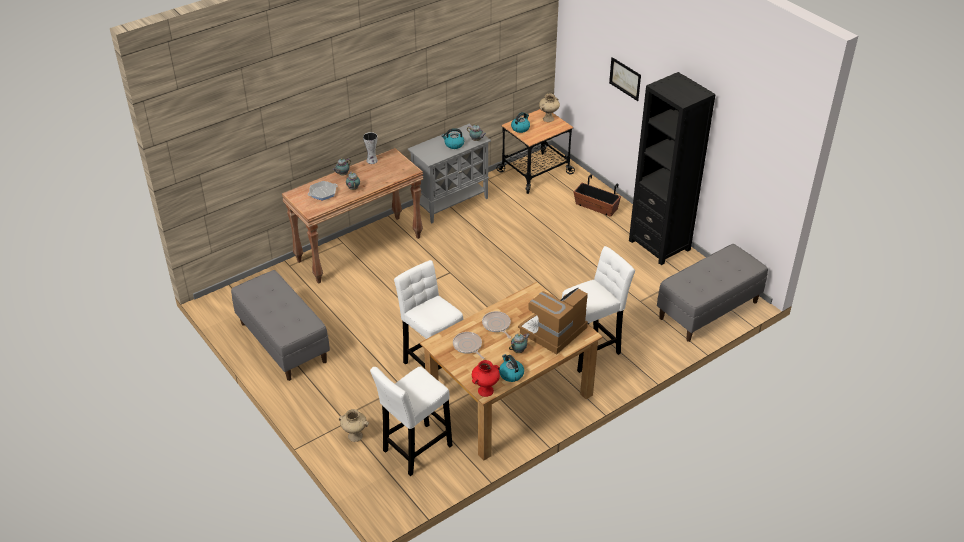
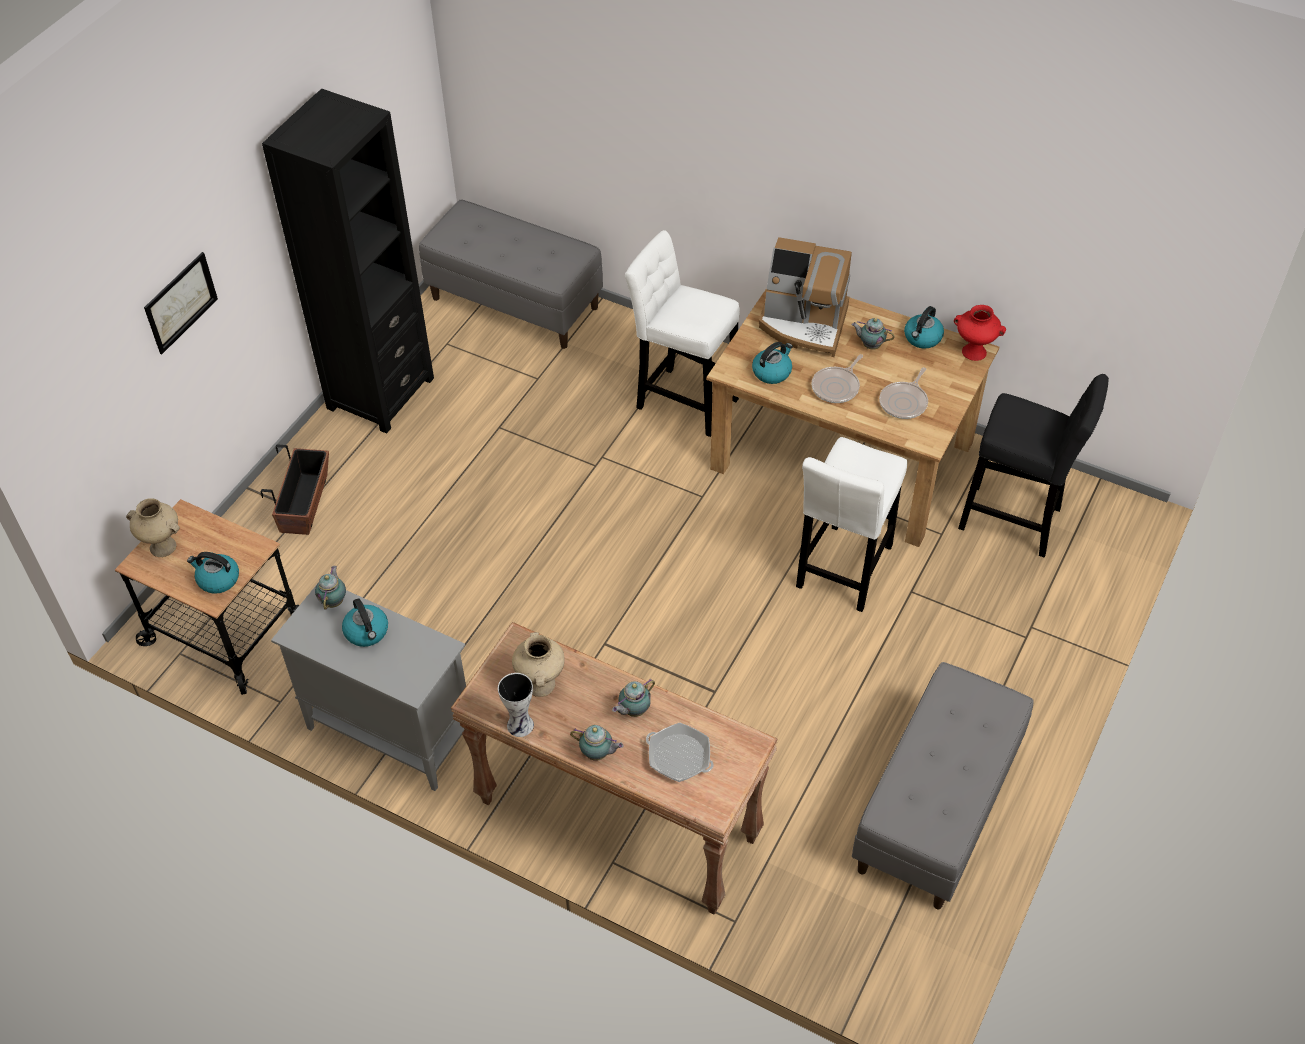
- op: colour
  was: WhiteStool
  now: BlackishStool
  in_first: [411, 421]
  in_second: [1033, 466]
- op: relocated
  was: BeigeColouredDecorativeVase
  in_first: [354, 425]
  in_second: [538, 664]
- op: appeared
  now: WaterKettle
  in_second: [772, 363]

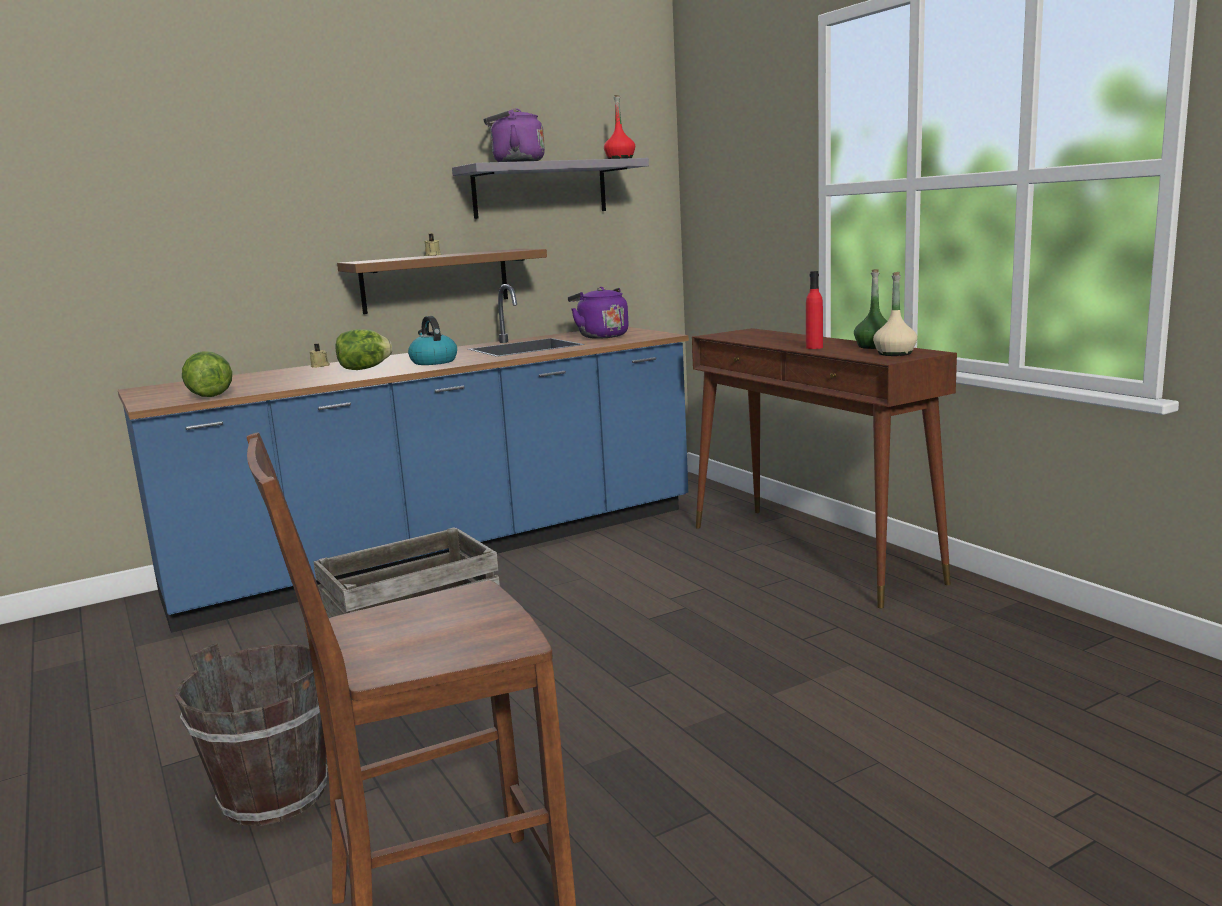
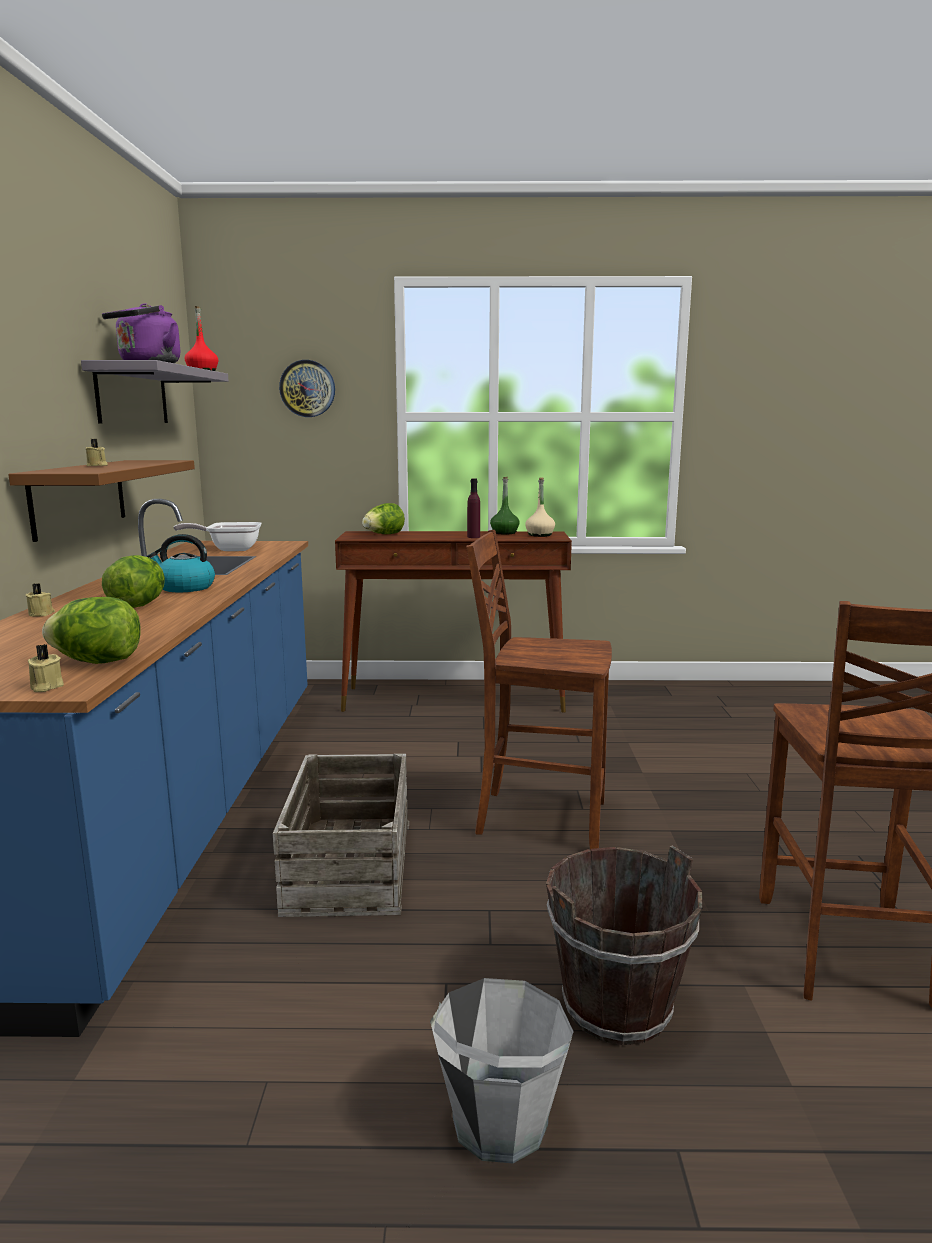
- op: colour
  was: RedColouredBottle
  now: PurplishBottle
  in_first: [814, 310]
  in_second: [473, 508]
- op: exchanged
  was: PurplishWaterKettle
  now: FryingPan
  in_first: [598, 313]
  in_second: [218, 536]
- op: appeared
  now: WallClock
  in_second: [307, 388]
- op: appeared
  now: LettuceHead
  in_second: [383, 518]
- op: appeared
  now: BrownishChair
  in_second: [539, 690]
- op: appeared
  now: BeigeColouredWaxCandle
  in_second: [46, 668]
- op: appeared
  now: GreyBucket
  in_second: [502, 1070]

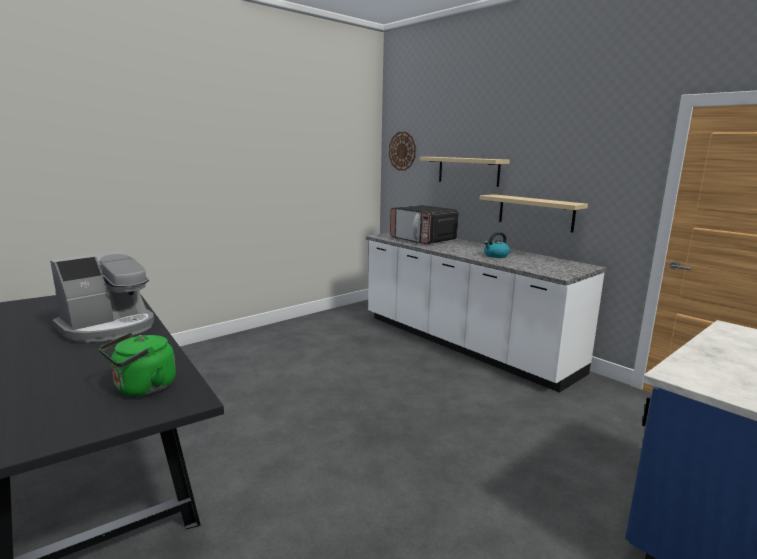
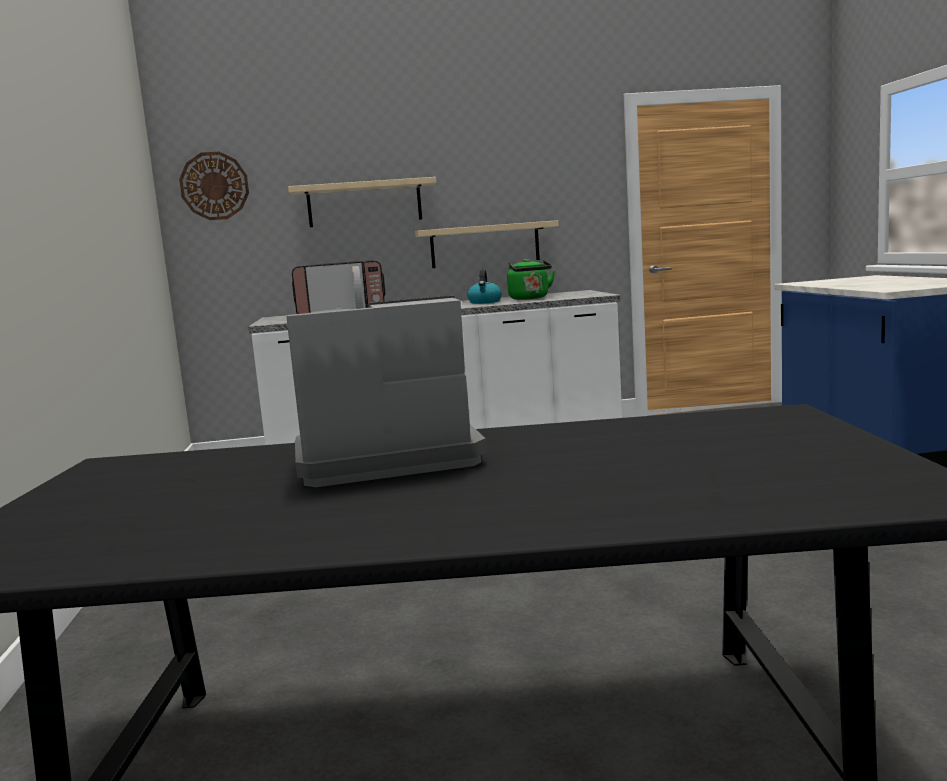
- op: spun
  was: CoffeeBrewer
  in_first: [102, 296]
  in_second: [386, 391]
  clockwise: -90
- op: relocated
  was: GreenishWaterKettle
  in_first: [137, 364]
  in_second: [531, 279]

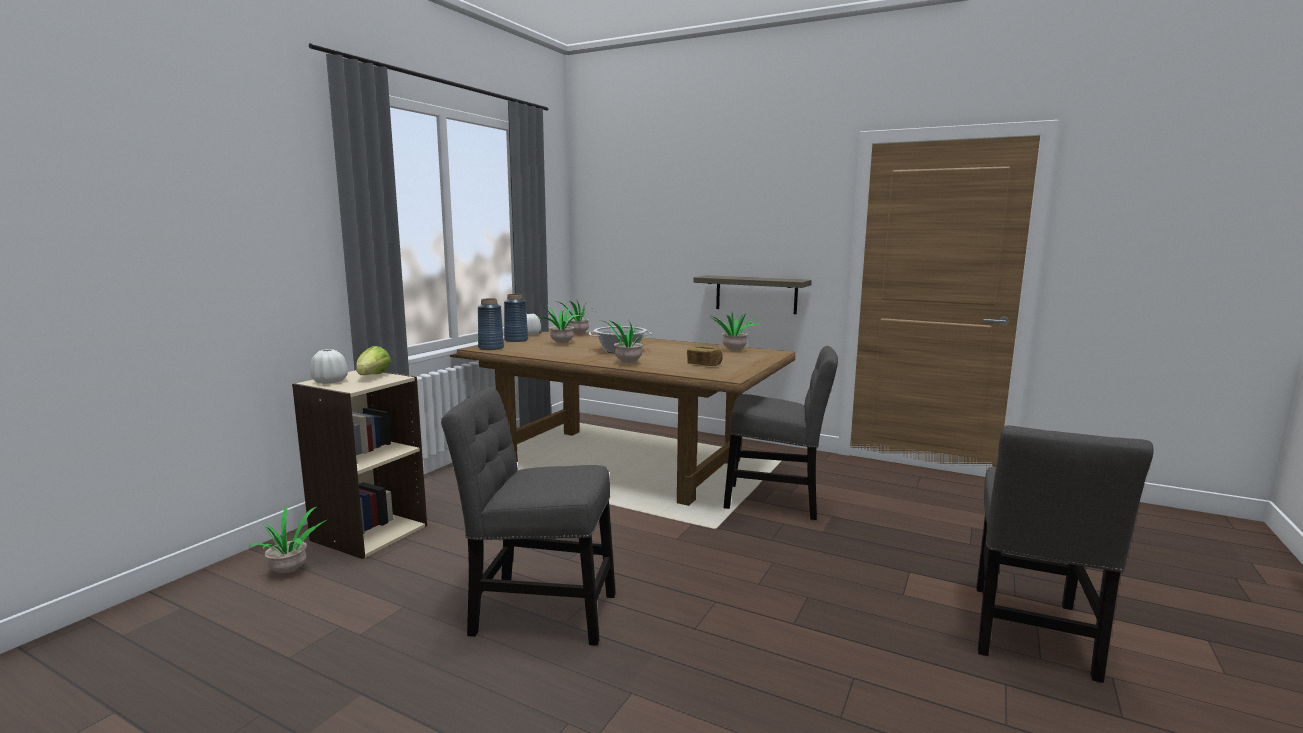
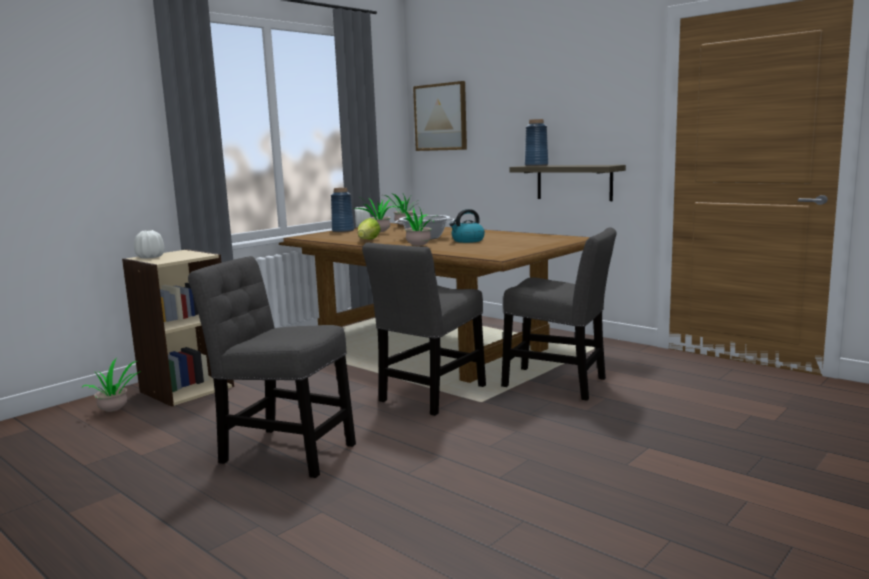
- op: relocated
  was: BluishDecorativeVase
  in_first: [491, 324]
  in_second: [536, 142]
- op: missing
  was: PlantInAPot
  in_first: [736, 331]
- op: missing
  was: Bread
  in_first: [705, 355]
- op: relocated
  was: LettuceHead
  in_first: [373, 360]
  in_second: [369, 229]
- op: relocated
  was: GreyChair
  in_first: [1065, 554]
  in_second: [424, 329]
- op: appeared
  now: WallArt
  in_second: [440, 116]
- op: appeared
  now: WaterKettle
  in_second: [467, 226]

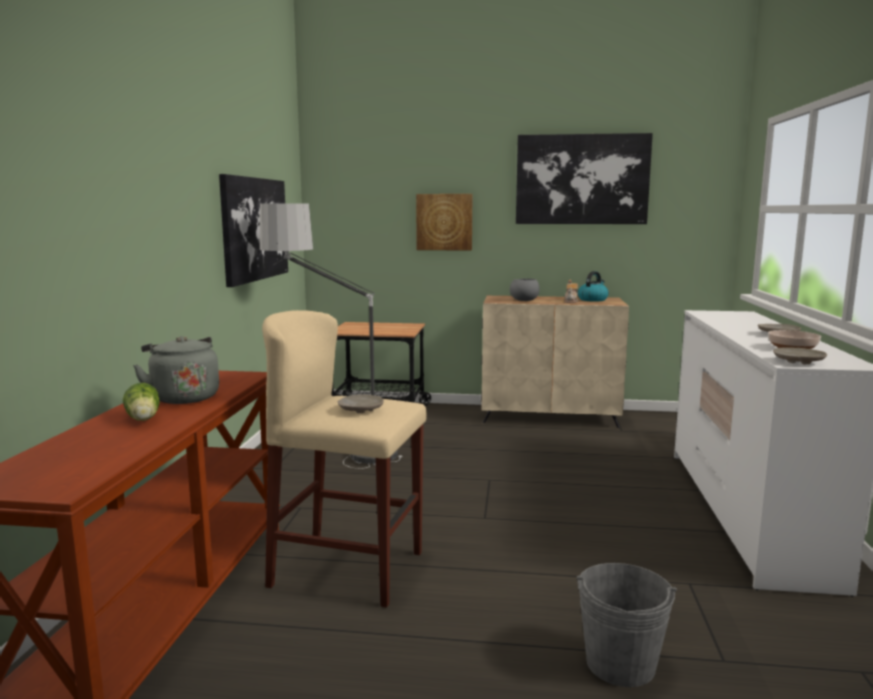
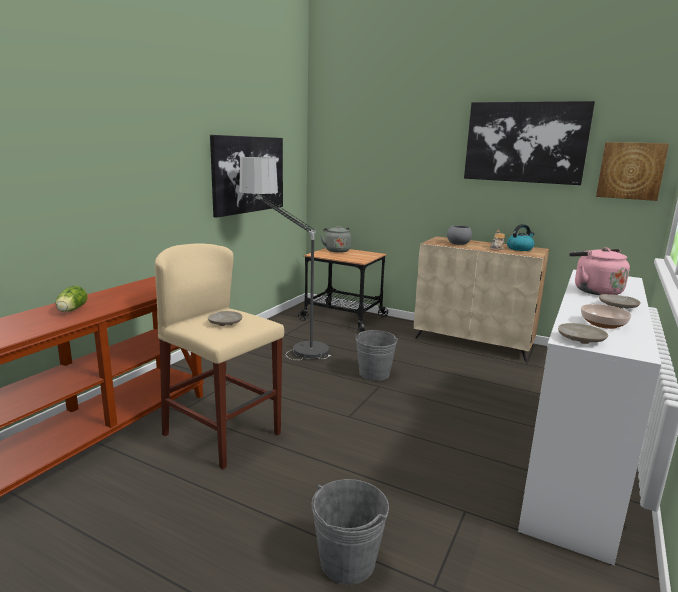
- op: relocated
  was: WallArt
  in_first: [444, 222]
  in_second: [632, 171]
- op: relocated
  was: GreyWaterKettle
  in_first: [176, 370]
  in_second: [335, 239]
- op: appeared
  now: PinkishWaterKettle
  in_second: [599, 271]
- op: appeared
  now: GreyBucket
  in_second: [376, 355]

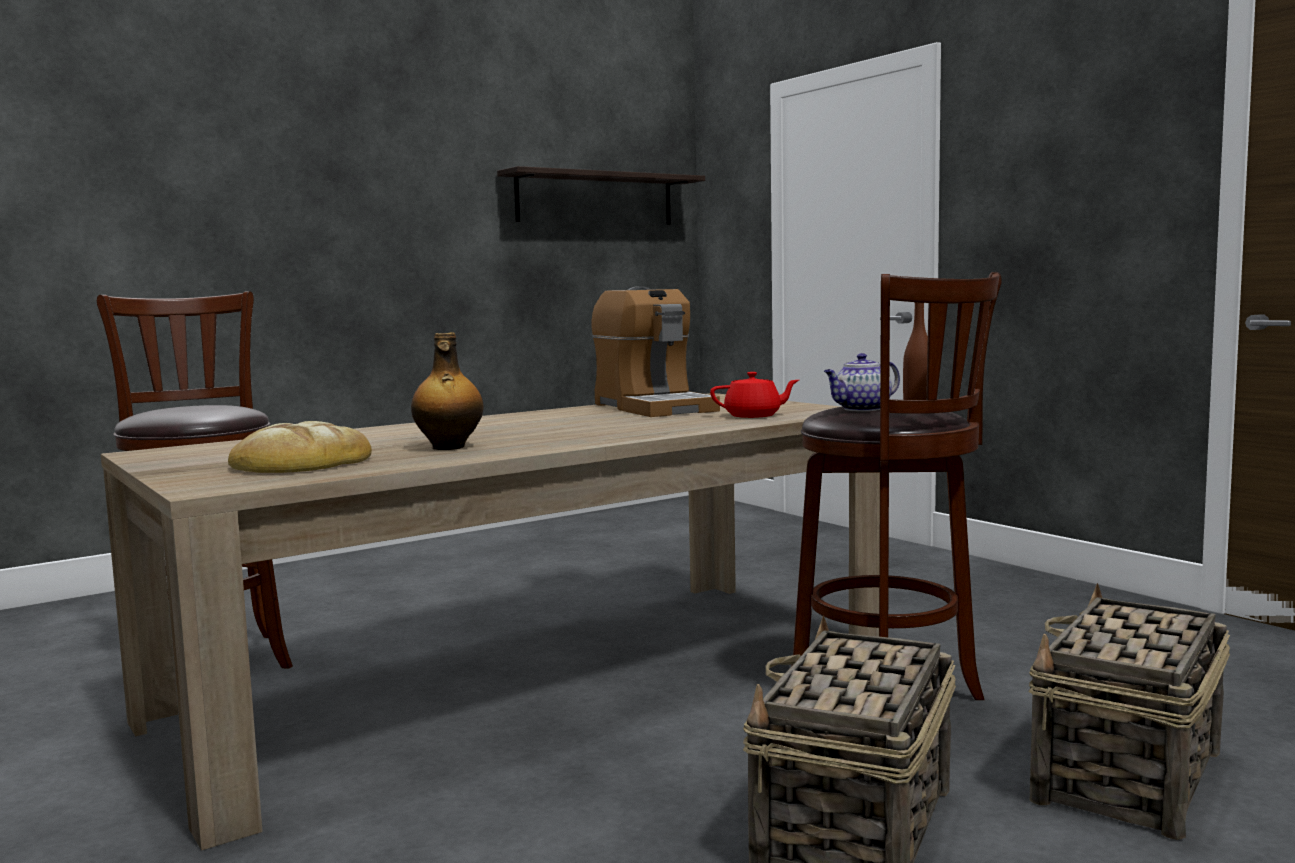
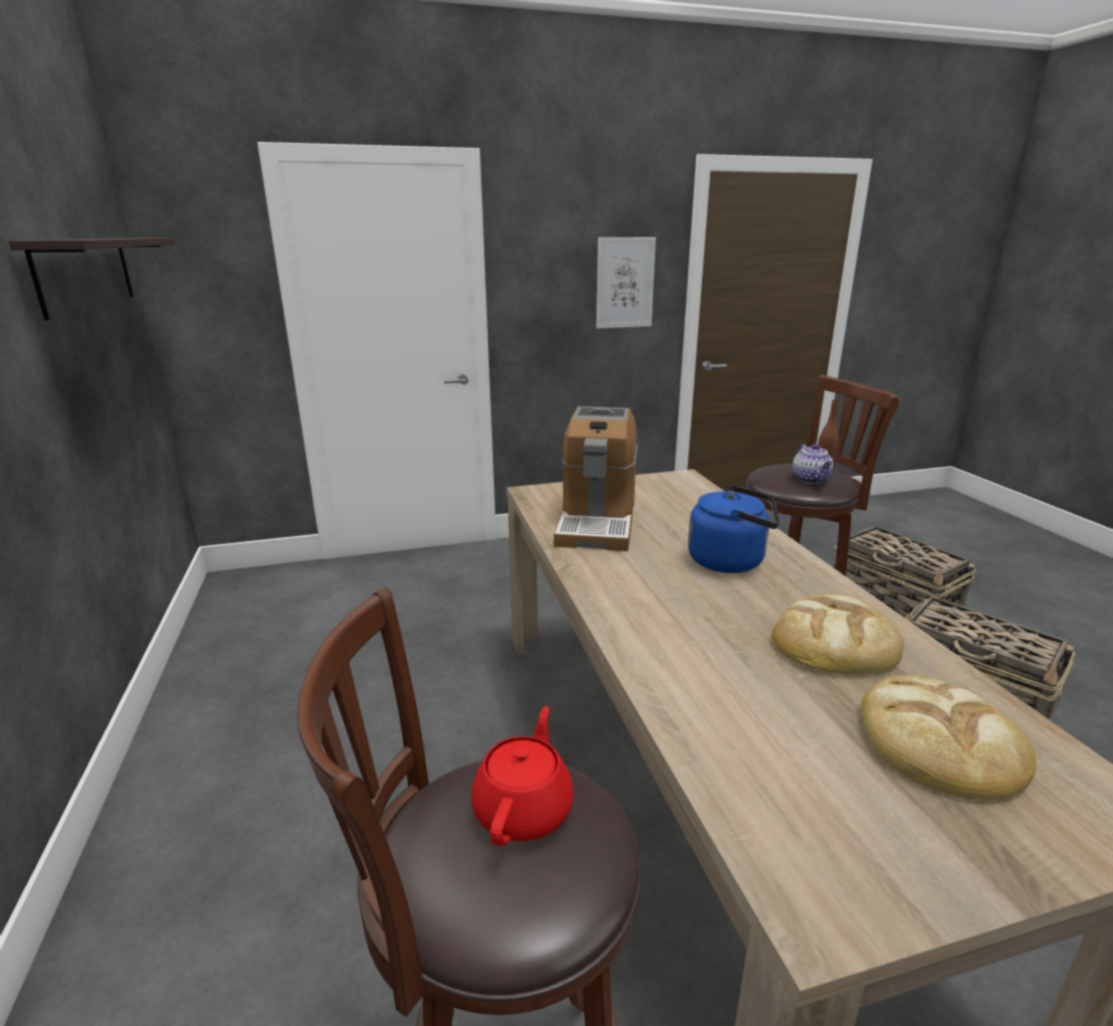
- op: spun
  was: CoffeeBrewer
  in_first: [655, 351]
  in_second: [596, 478]
  clockwise: 105
- op: exchanged
  was: Bottle
  now: Bread
  in_first: [447, 391]
  in_second: [838, 634]
- op: relocated
  was: RedColouredTeapot
  in_first: [754, 395]
  in_second: [522, 776]
- op: appeared
  now: WallArt
  in_second: [626, 283]
- op: appeared
  now: BluishWaterKettle
  in_second: [734, 529]

